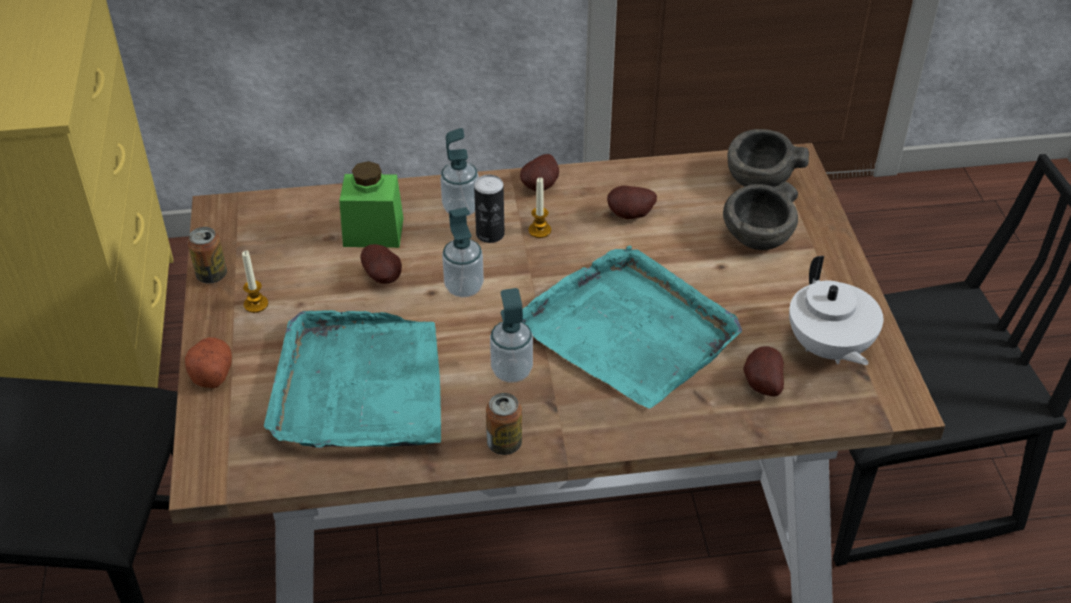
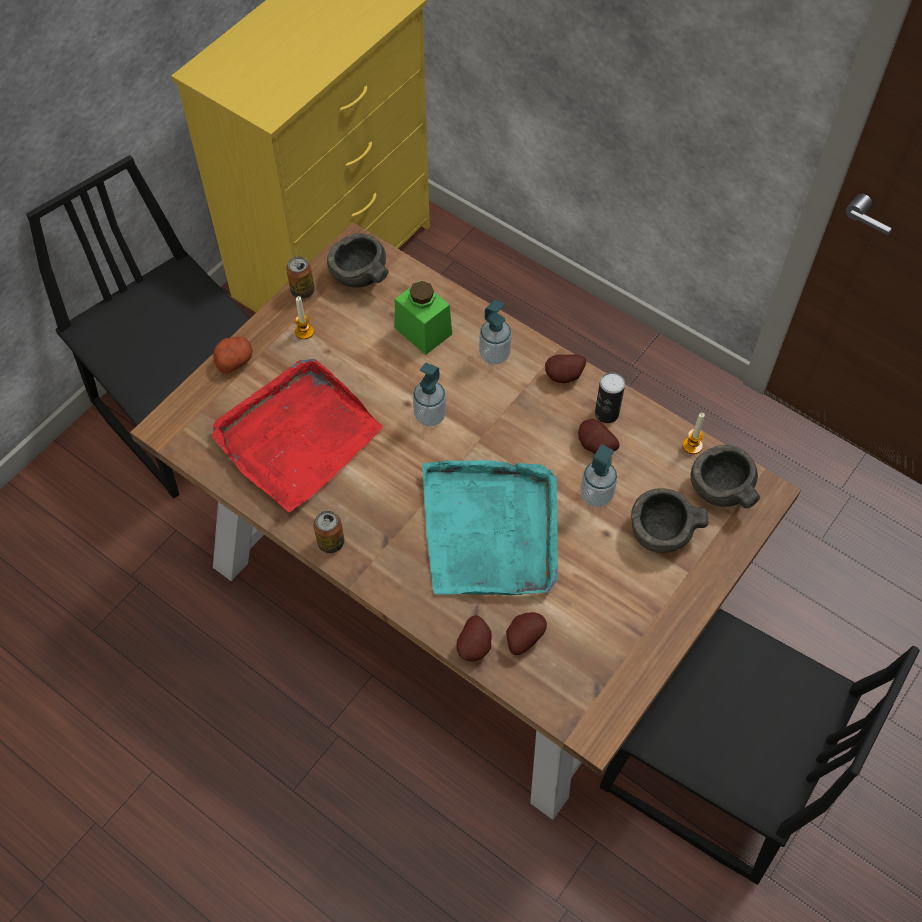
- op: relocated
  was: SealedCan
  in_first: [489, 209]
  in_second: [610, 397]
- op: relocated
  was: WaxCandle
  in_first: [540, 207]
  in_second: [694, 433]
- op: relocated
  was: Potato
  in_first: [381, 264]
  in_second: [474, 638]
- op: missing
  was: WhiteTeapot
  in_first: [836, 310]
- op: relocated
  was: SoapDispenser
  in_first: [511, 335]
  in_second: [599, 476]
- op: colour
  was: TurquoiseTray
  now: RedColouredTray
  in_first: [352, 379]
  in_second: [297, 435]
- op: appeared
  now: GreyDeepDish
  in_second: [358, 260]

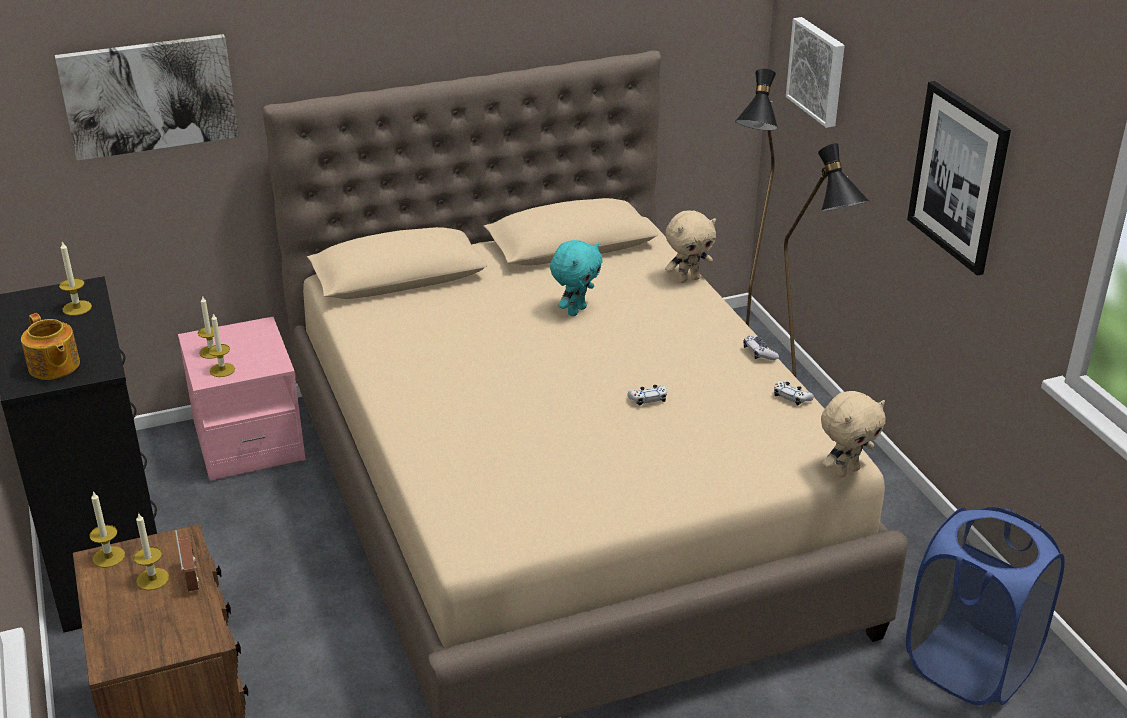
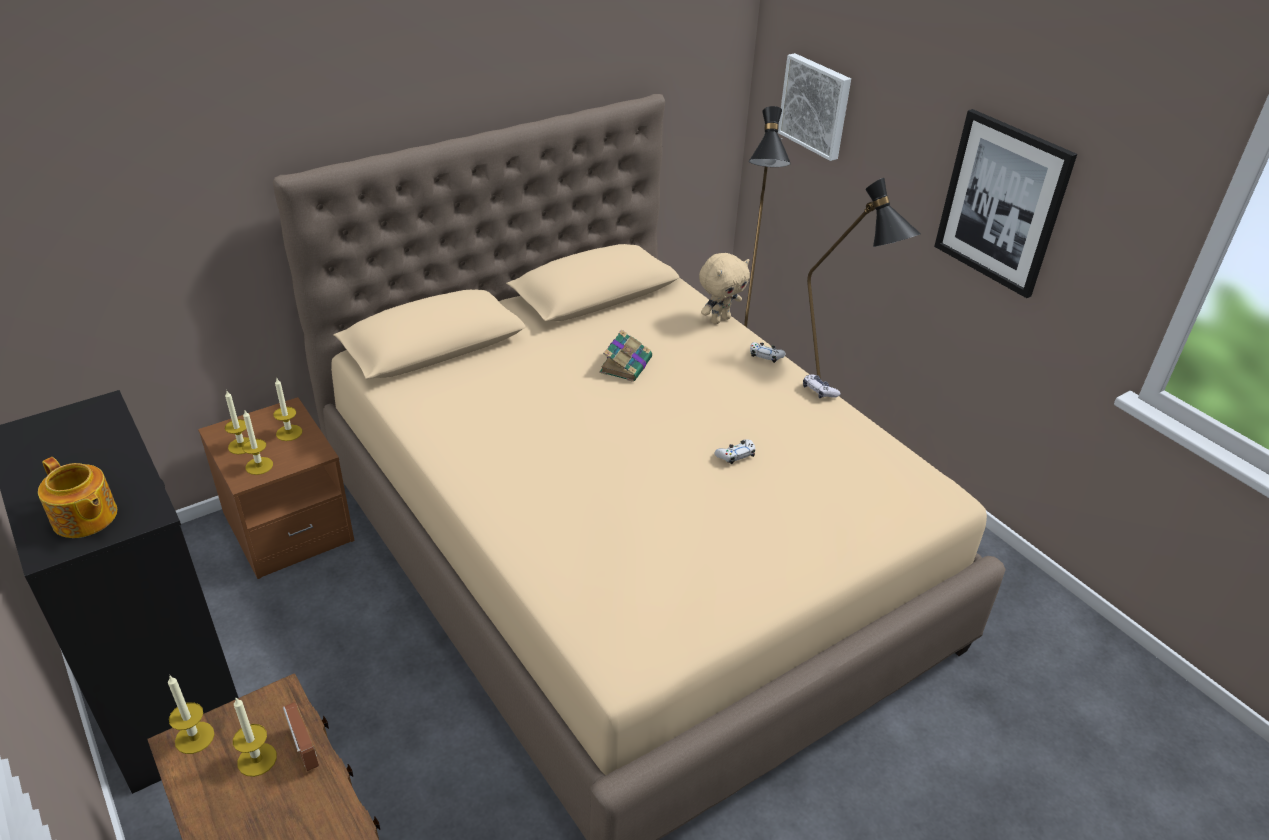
- op: missing
  was: WallArt
  in_first: [147, 97]
- op: exchanged
  was: TurquoiseSoftToy
  now: Volume
  in_first: [576, 278]
  in_second: [626, 355]
- op: relocated
  was: WaxCandle
  in_first: [75, 279]
  in_second: [287, 409]
- op: colour
  was: PinkishNightstand
  now: BrownishNightstand
  in_first: [242, 399]
  in_second: [276, 488]
- op: relocated
  was: WhiteGamepad
  in_first: [794, 393]
  in_second: [767, 352]
- op: missing
  was: BeigeColouredSoftToy
  in_first: [853, 434]
- op: missing
  was: BluishWashingBasket
  in_first: [985, 606]

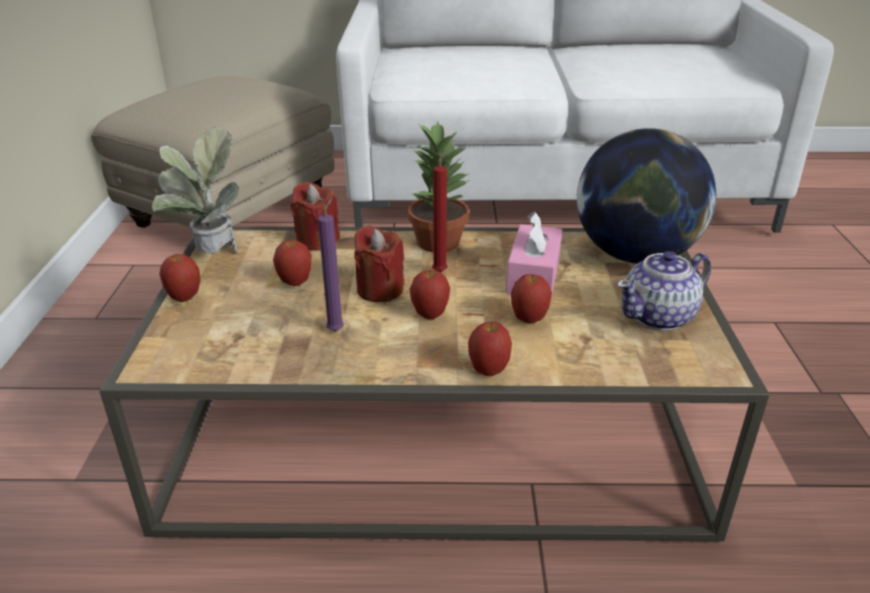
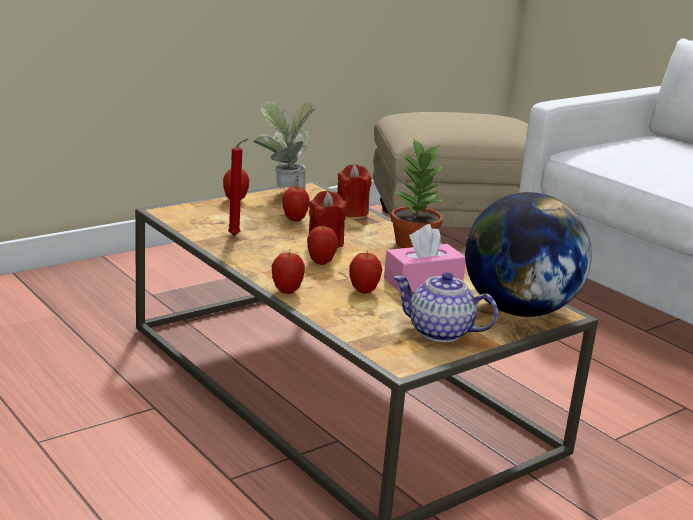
- op: relocated
  was: RedColouredWaxCandle
  in_first: [440, 211]
  in_second: [238, 187]
- op: missing
  was: PurplishWaxCandle
  in_first: [331, 264]

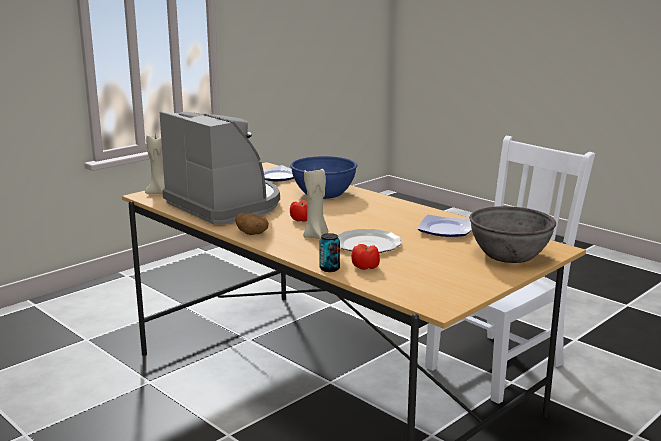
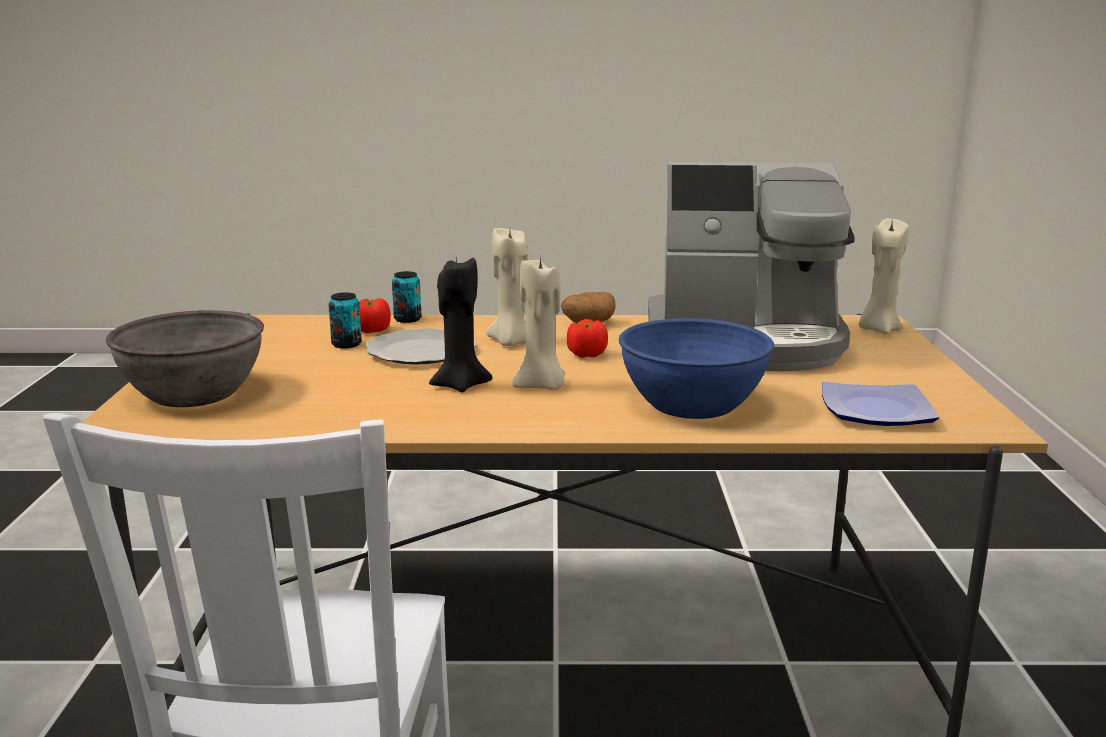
- op: missing
  was: DinnerPlate
  in_first: [445, 226]
- op: appeared
  now: BeigeColouredWaxCandle
  in_second: [538, 322]
- op: appeared
  now: BlackishWaxCandle
  in_second: [461, 325]
- op: appeared
  now: SealedCan
  in_second: [345, 320]

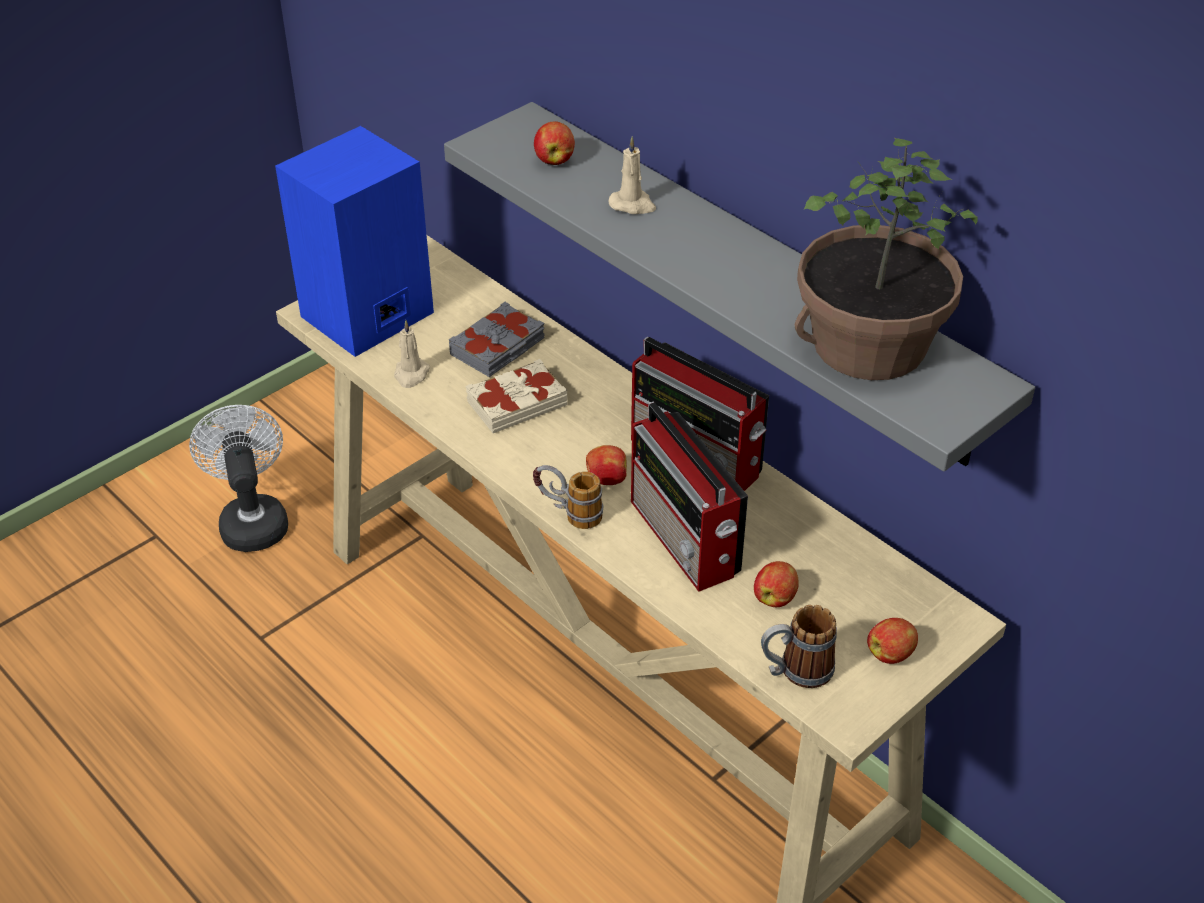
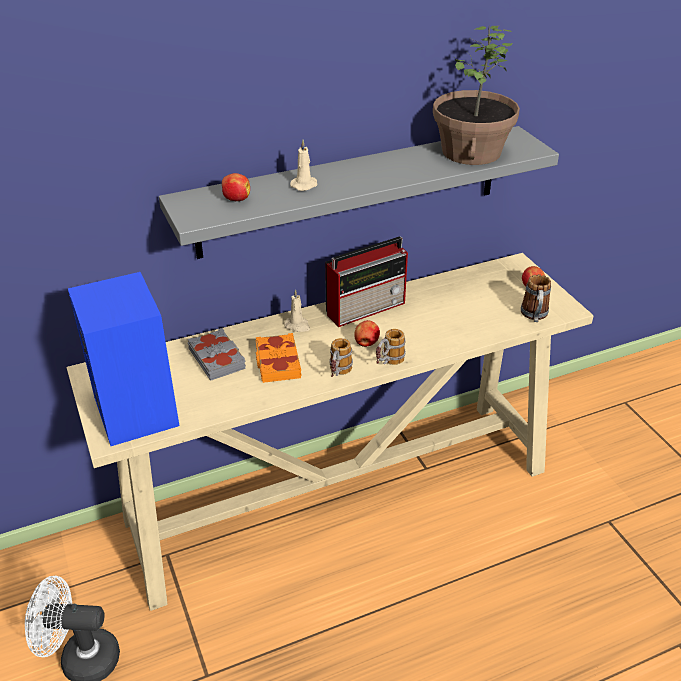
- op: relocated
  was: BeigeColouredWaxCandle
  in_first: [412, 354]
  in_second: [297, 310]
- op: colour
  was: BeigeColouredVolume
  now: OrangeColouredVolume
  in_first: [516, 396]
  in_second: [279, 358]
- op: missing
  was: Radio
  in_first: [689, 496]
- op: missing
  was: WholeApple
  in_first: [776, 584]
- op: appeared
  now: CoffeeMug
  in_second: [341, 357]

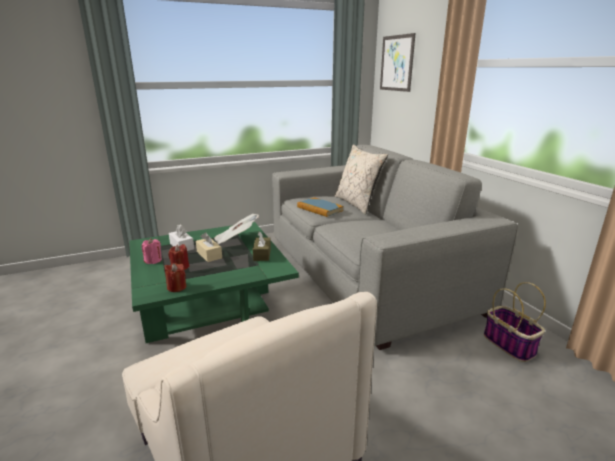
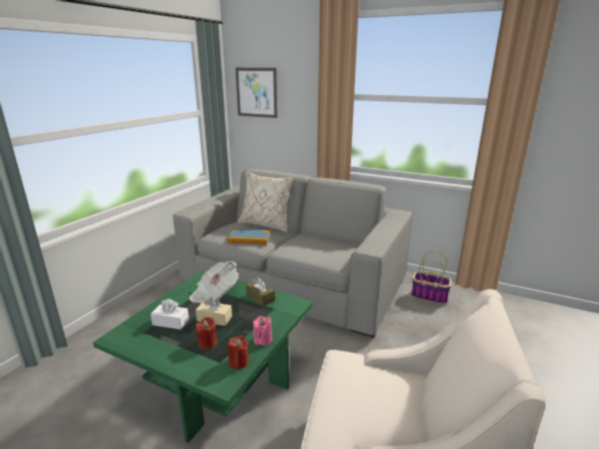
- op: relocated
  was: PinkishWaxCandle
  in_first: [151, 251]
  in_second: [262, 331]

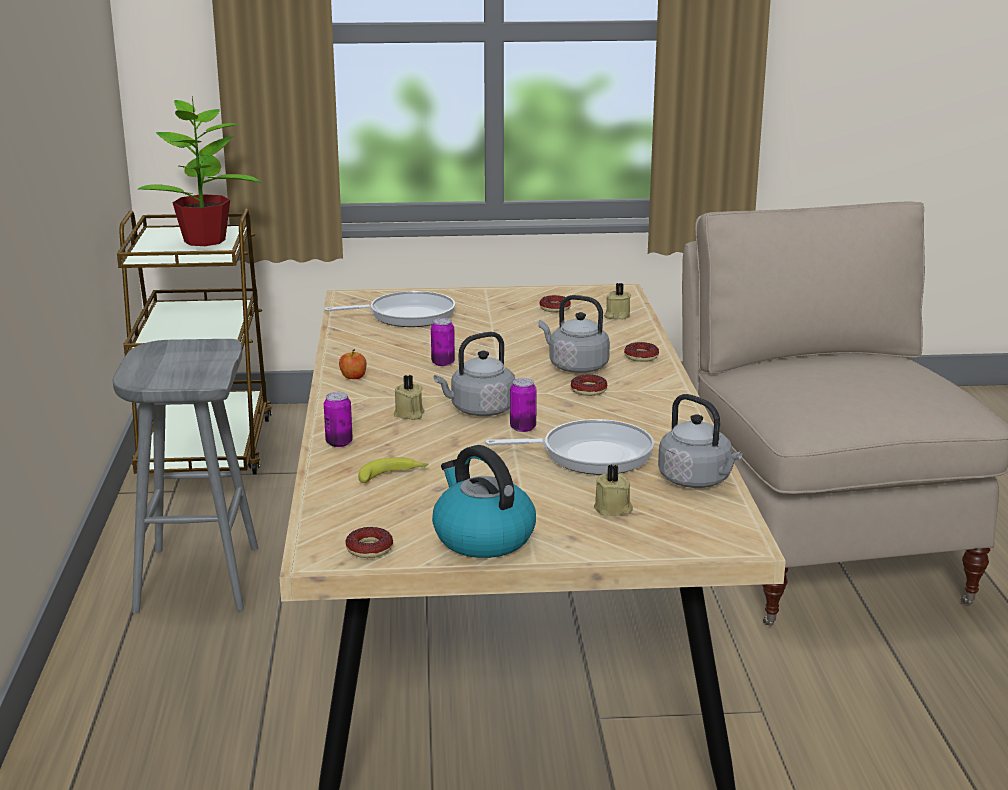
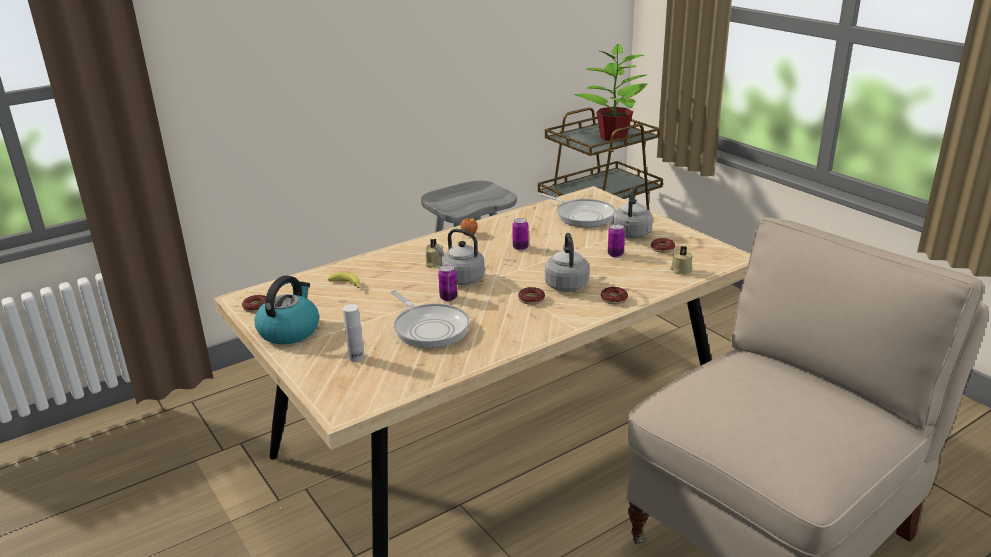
- op: relocated
  was: SealedCan
  in_first: [338, 419]
  in_second: [616, 240]
- op: relocated
  was: GreyWaterKettle
  in_first: [700, 441]
  in_second: [633, 212]
- op: exchanged
  was: BeigeColouredWaxCandle
  now: WhiteBottle
  in_first: [613, 490]
  in_second: [353, 333]

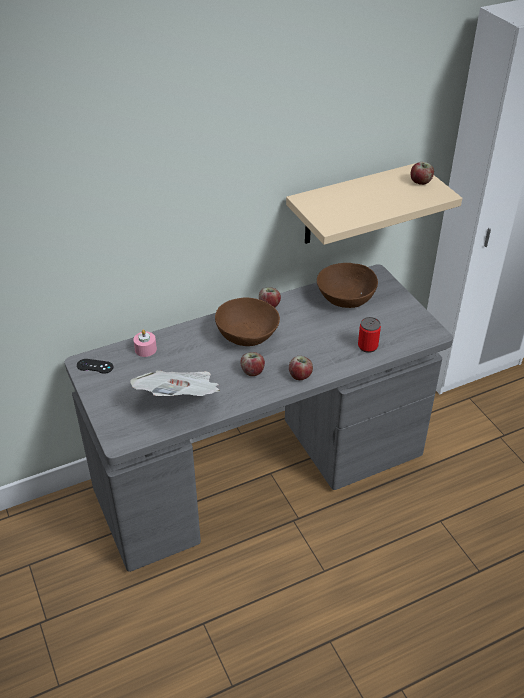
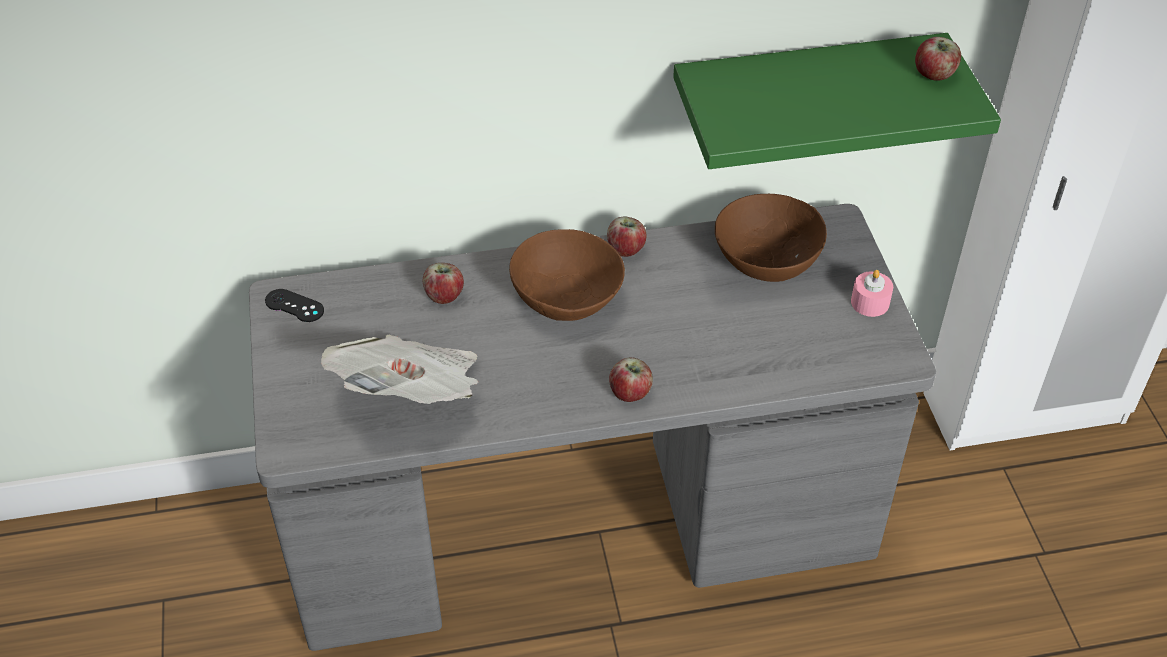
- op: colour
  was: BeigeColouredShelf
  now: GreenishShelf
  in_first: [374, 204]
  in_second: [837, 101]
- op: missing
  was: SealedCan
  in_first: [369, 335]
- op: relocated
  was: PinkishWaxCandle
  in_first: [145, 343]
  in_second: [872, 293]
- op: relocated
  was: WholeApple
  in_first: [252, 364]
  in_second: [443, 283]

